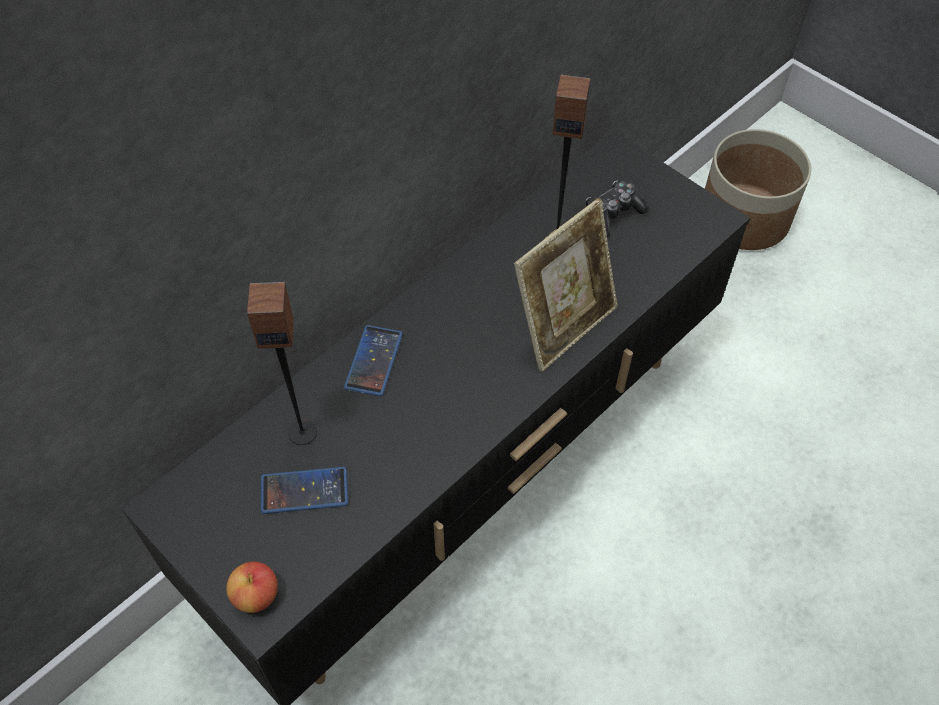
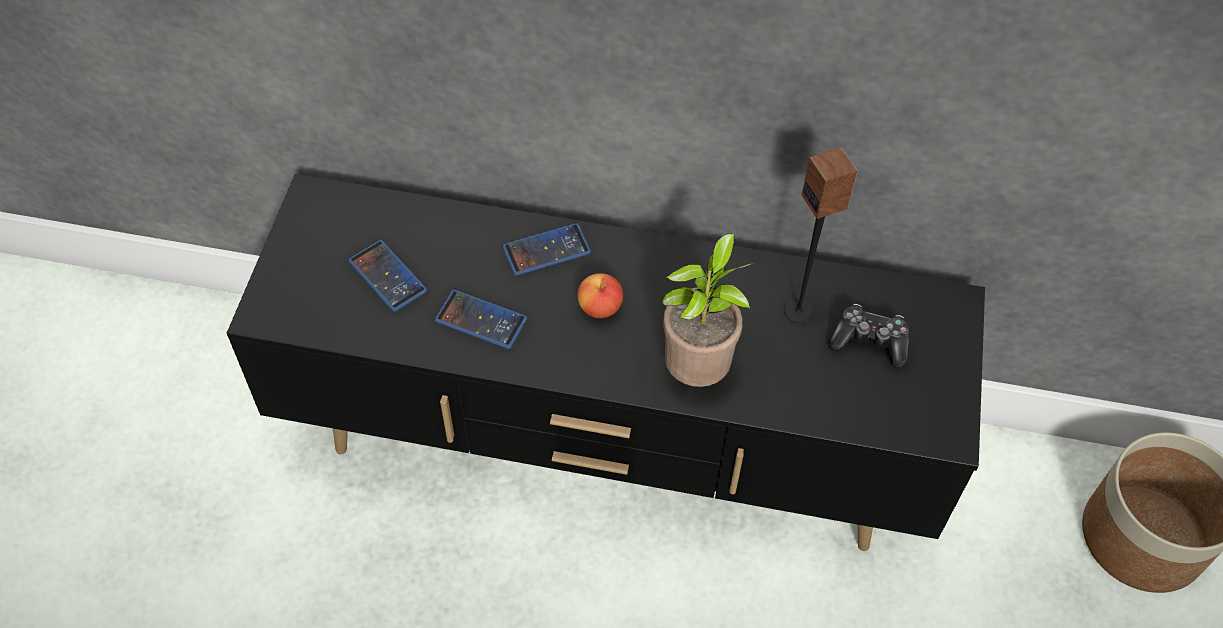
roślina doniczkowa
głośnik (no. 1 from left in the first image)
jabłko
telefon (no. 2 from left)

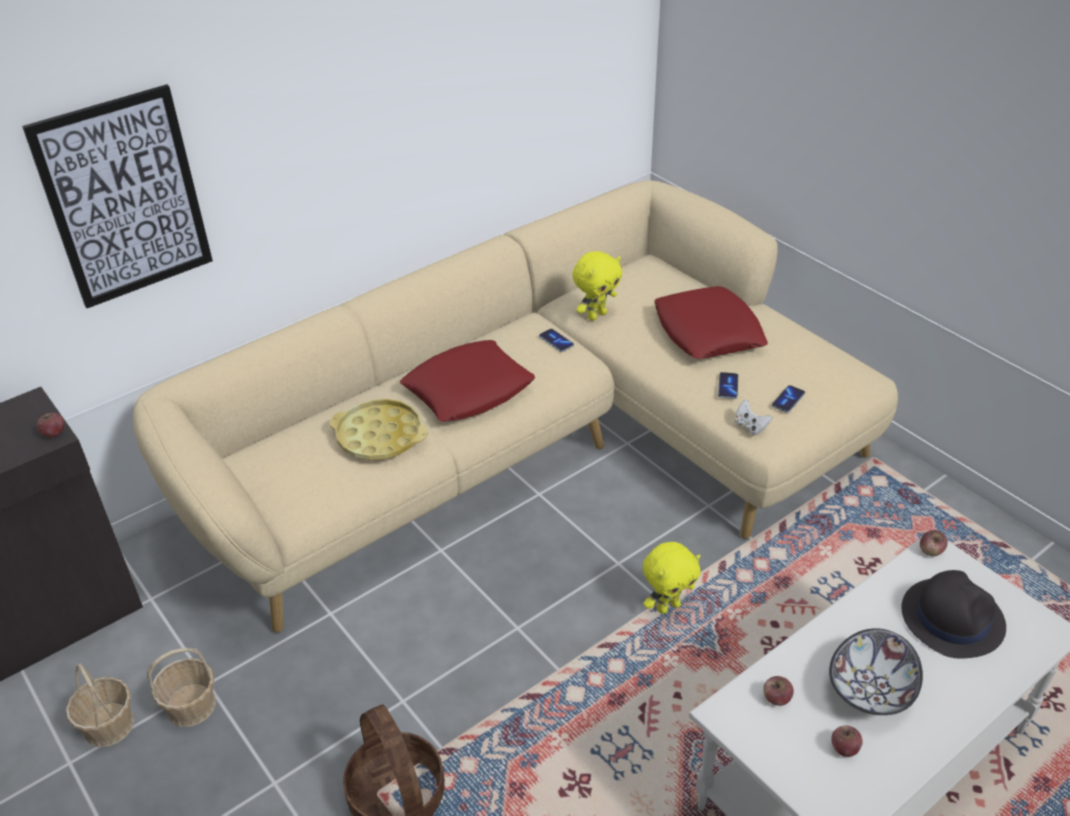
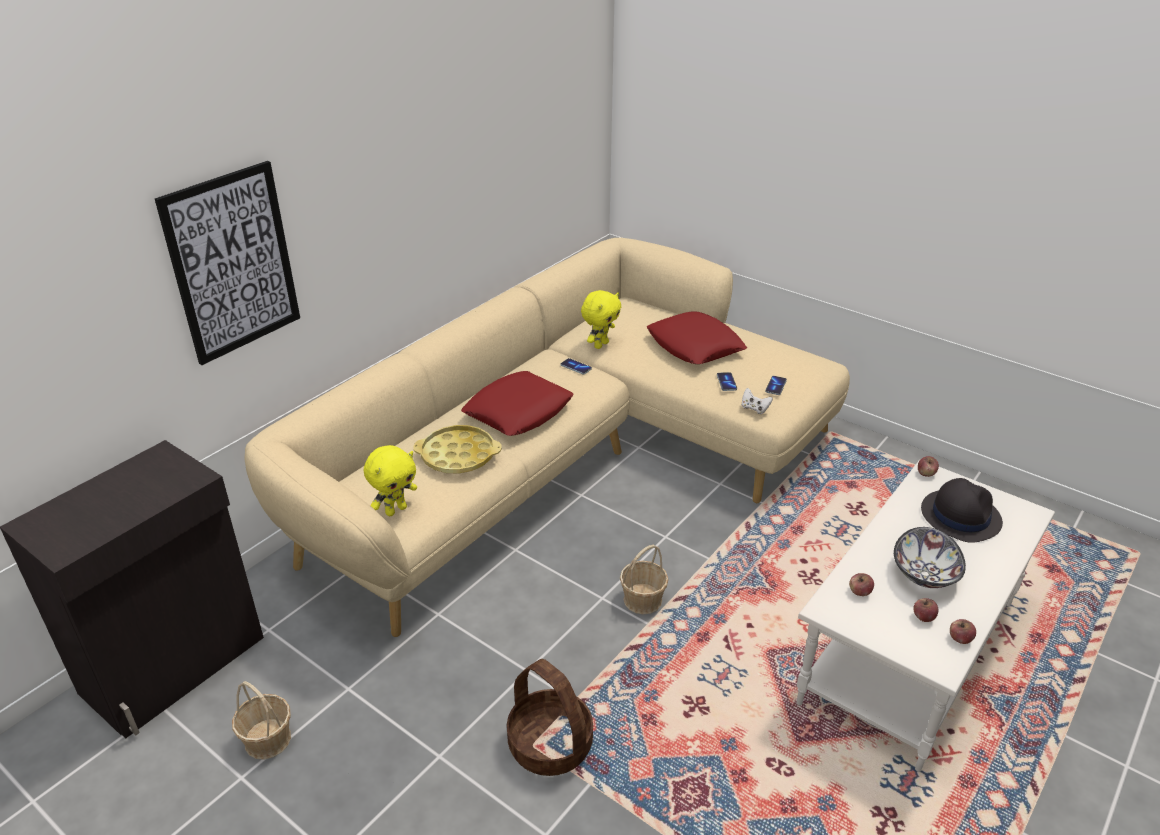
jabłko (no. 4 from left)
pluszak (żółty) (no. 1 from left)
koszyk (no. 3 from left)

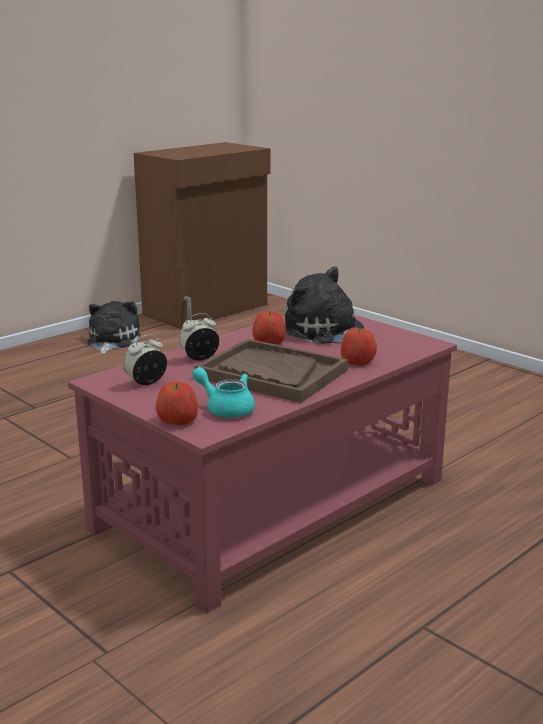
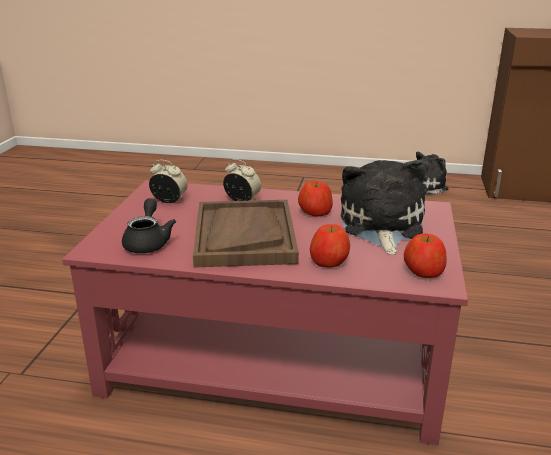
imbryk (czarny)
jabłko (no. 3 from left)

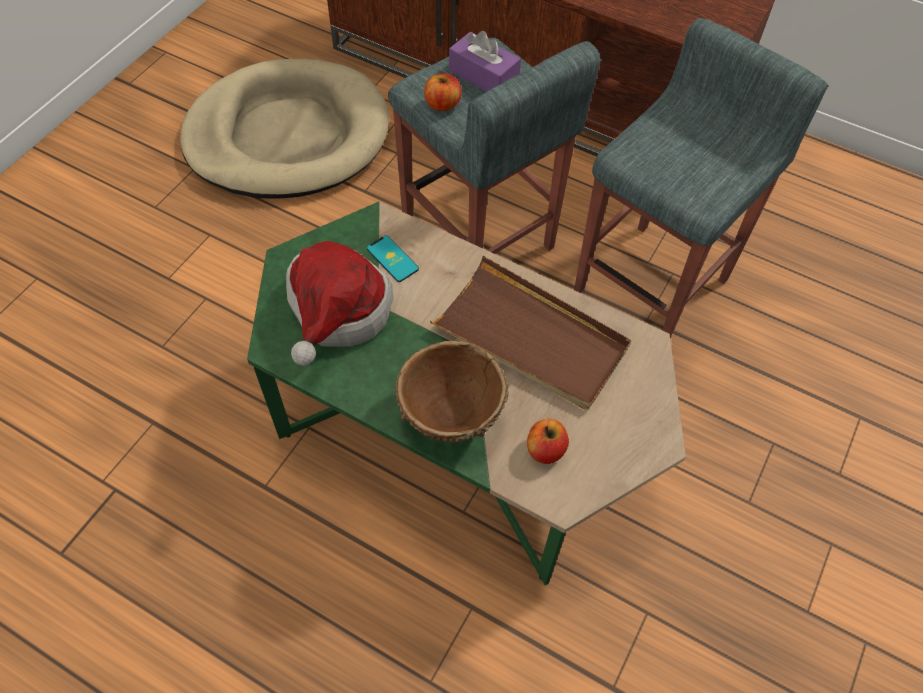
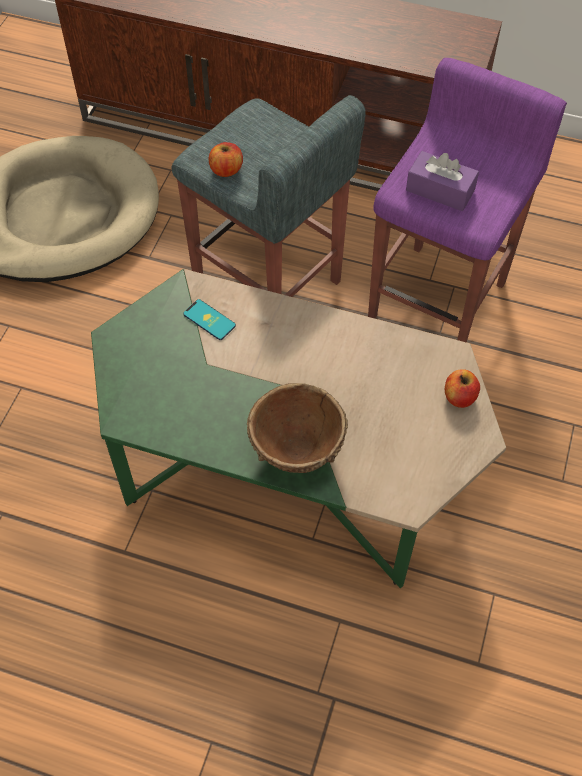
stołek (fioletowy)
pudełko chusteczek (fioletowy)
kapelusz
taca (brązowy)
jabłko (no. 2 from left)

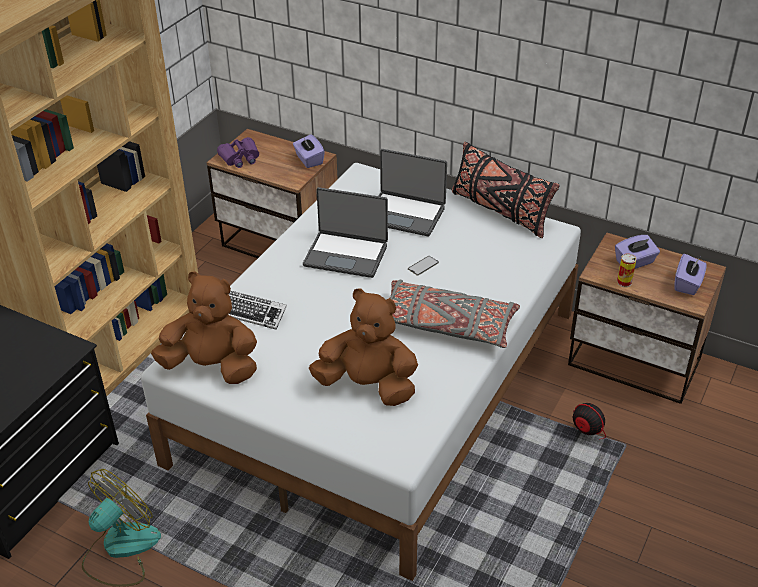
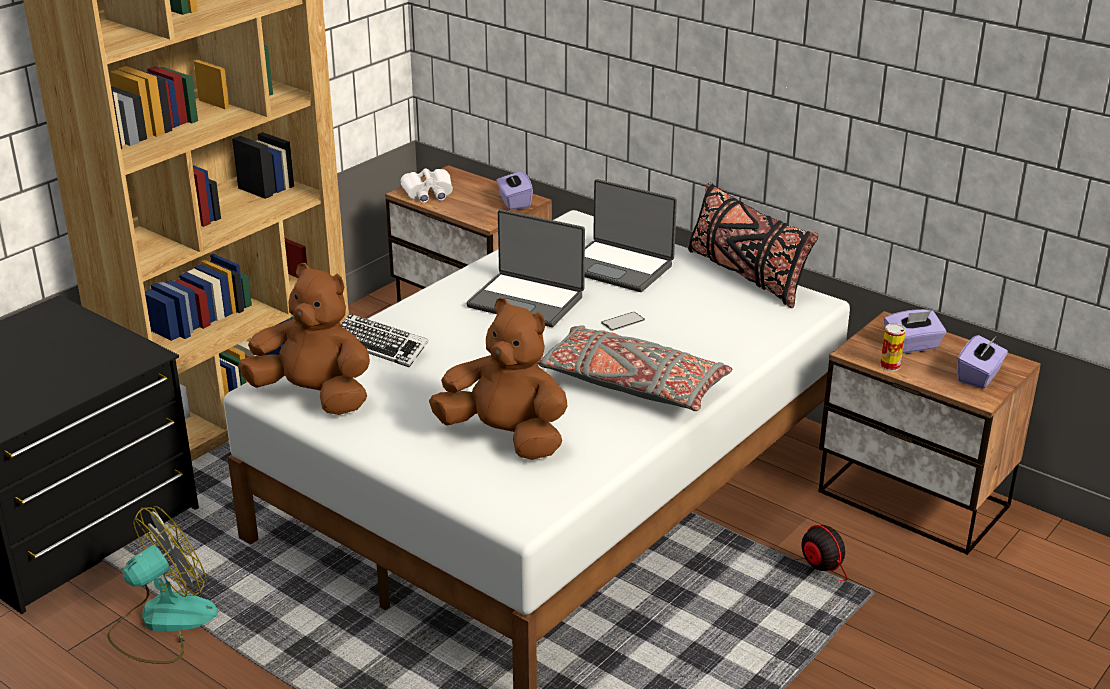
lornetka (biały)

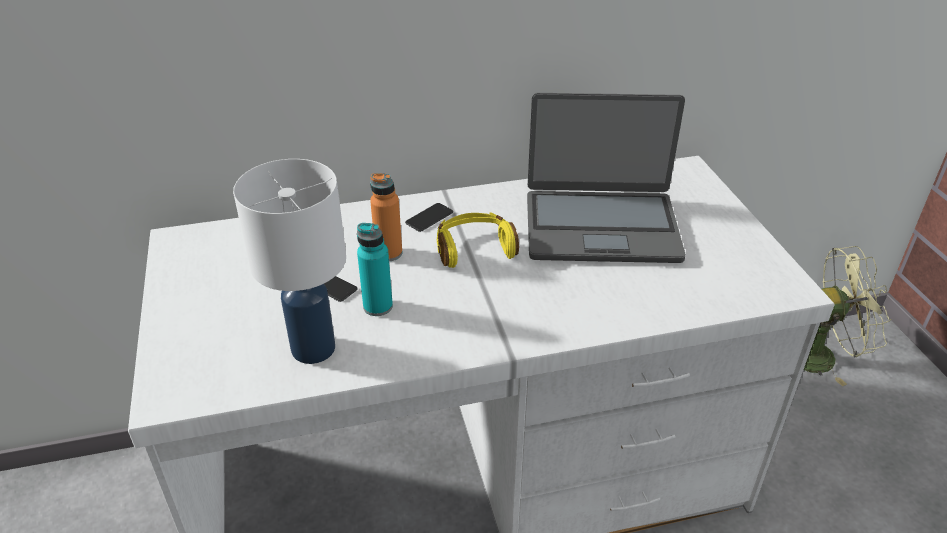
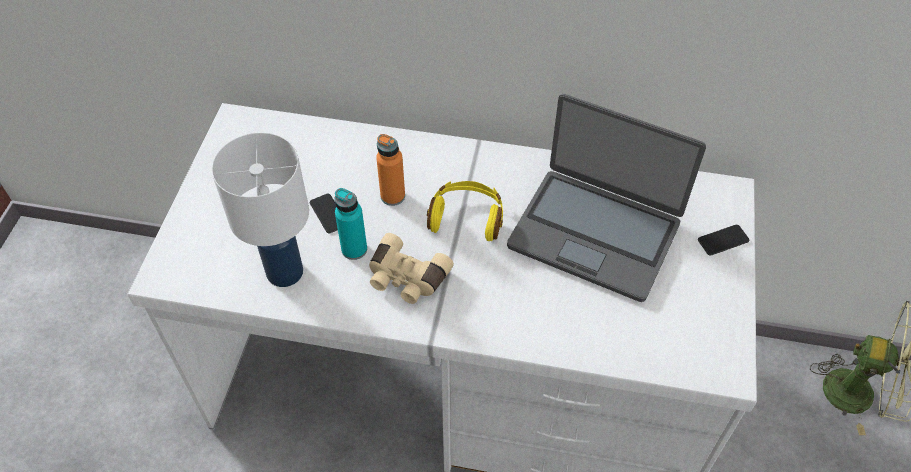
telefon (no. 2 from left)
lornetka (beżowy)

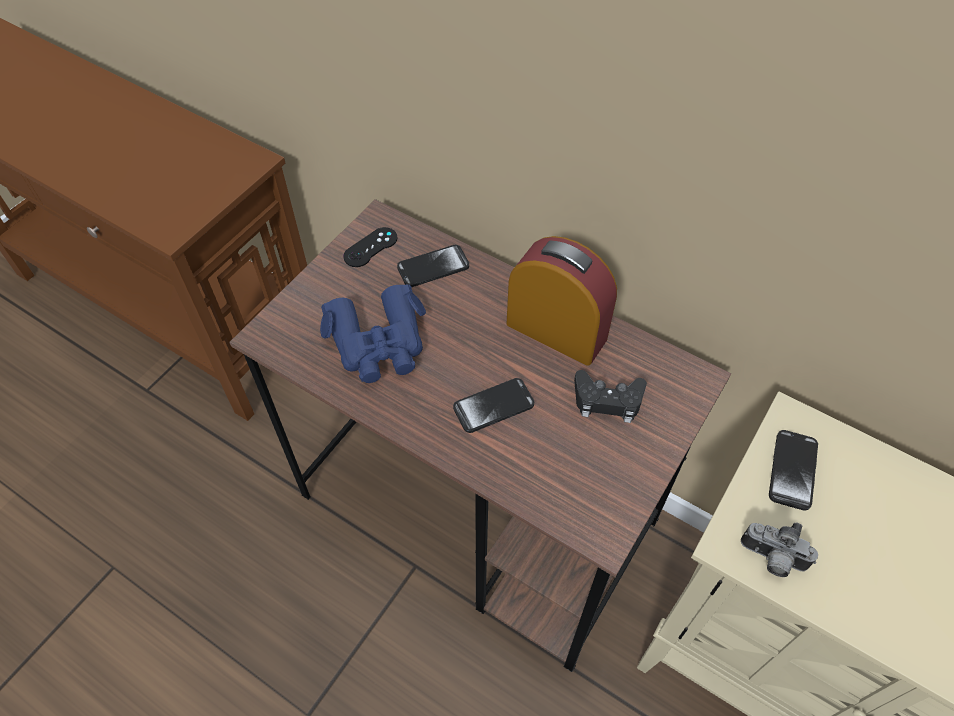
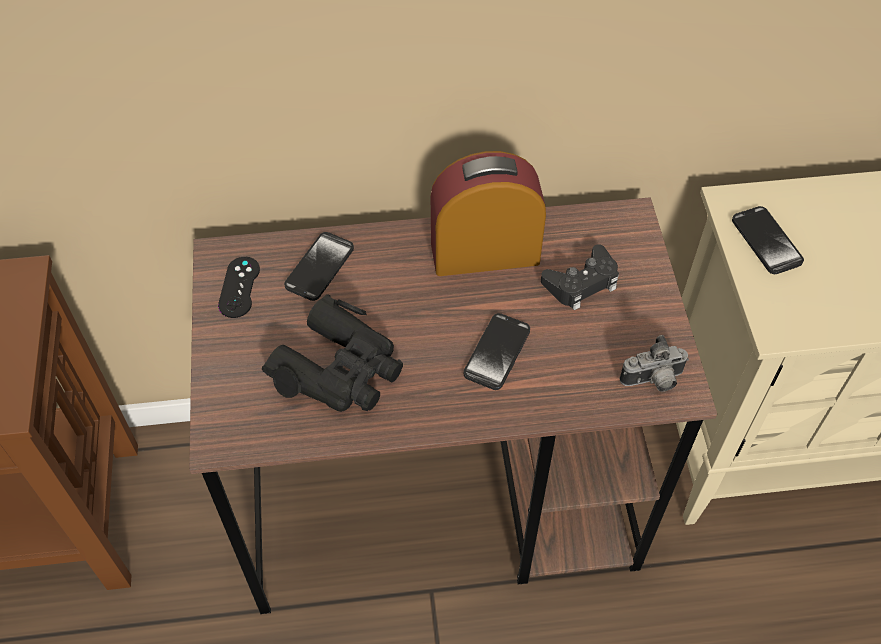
lornetka (czarny)
aparat fotograficzny

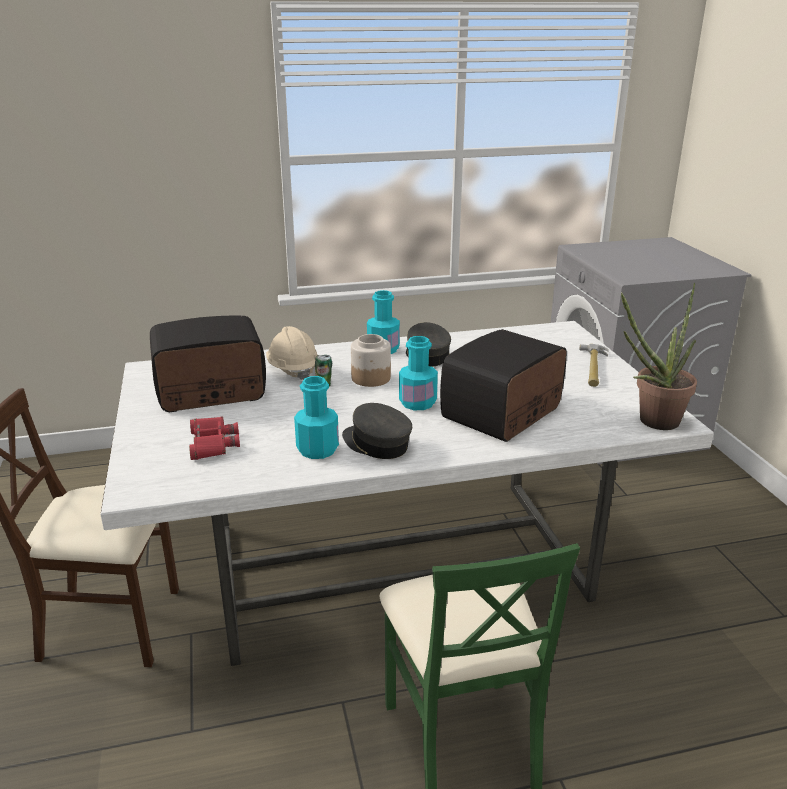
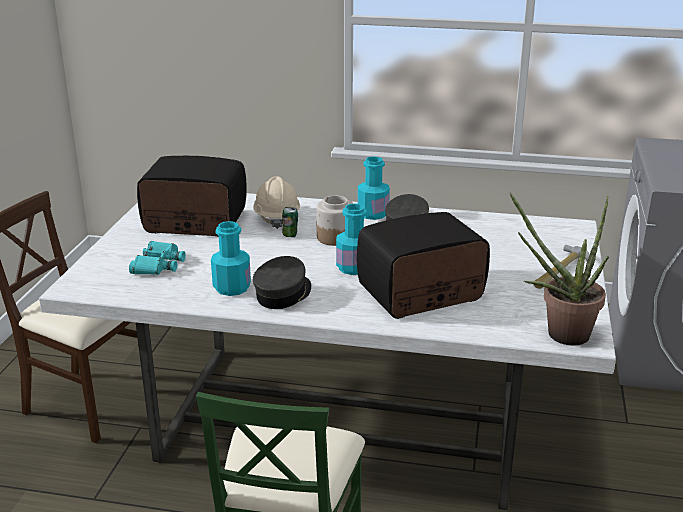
czapka z daszkiem (szary) (no. 1 from left)
lornetka (turkusowy)

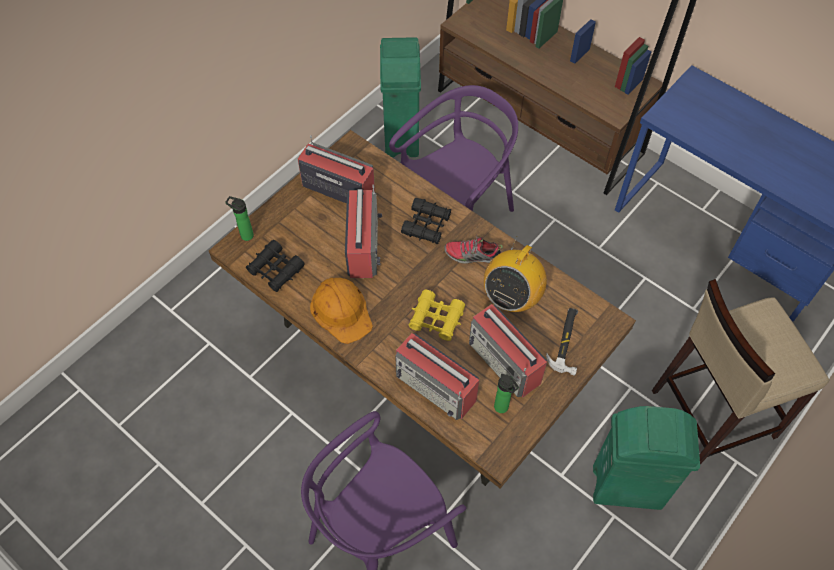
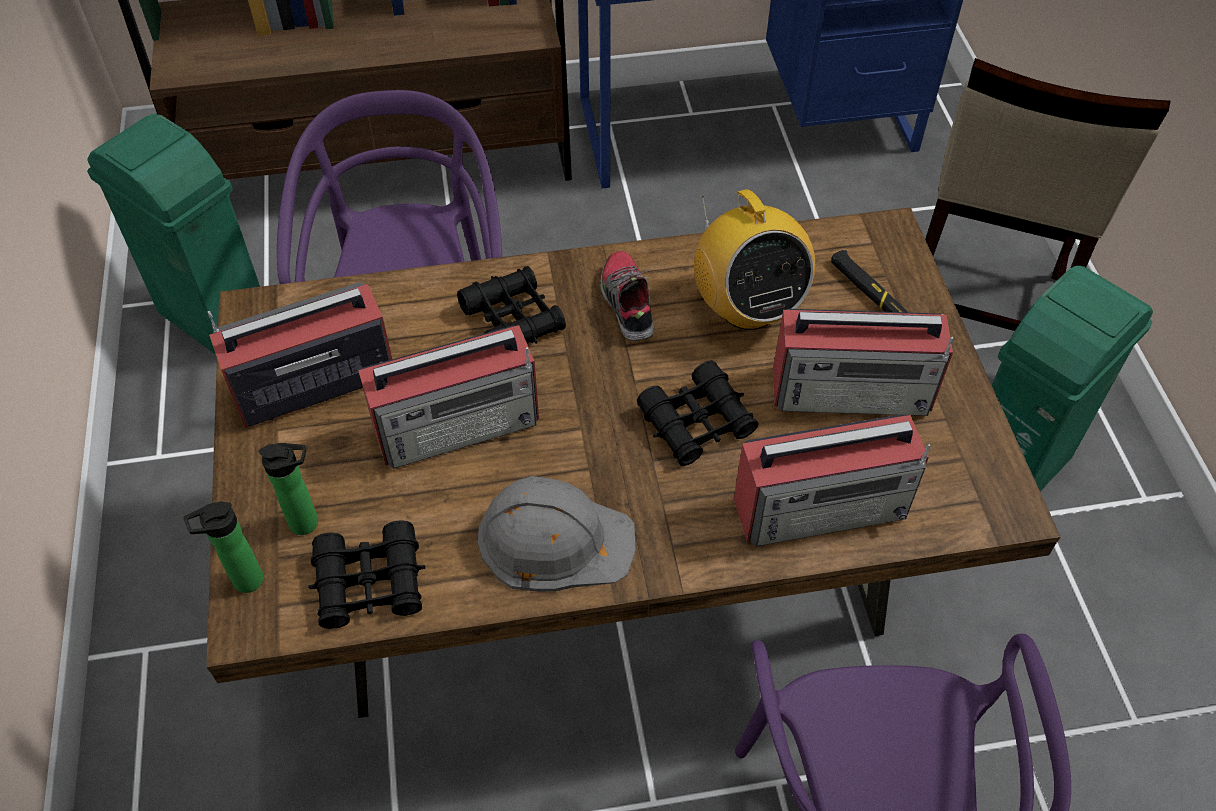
radio (no. 2 from left)
but
kask (szary)
lornetka (czarny) (no. 3 from left)
butelka (no. 2 from left)

